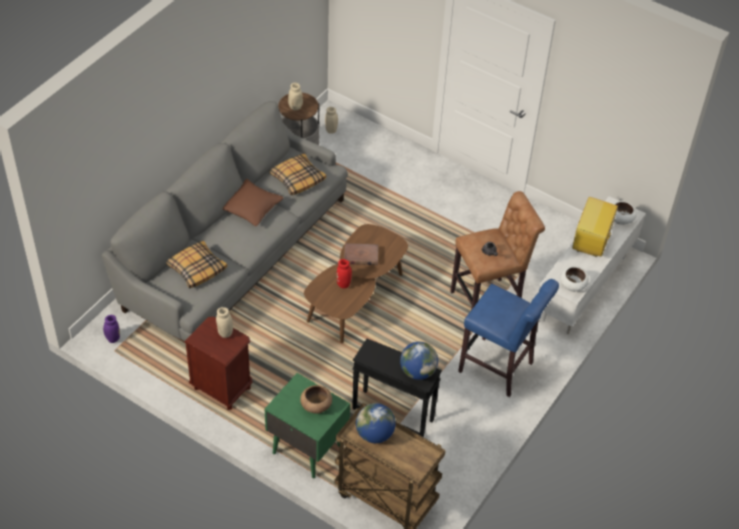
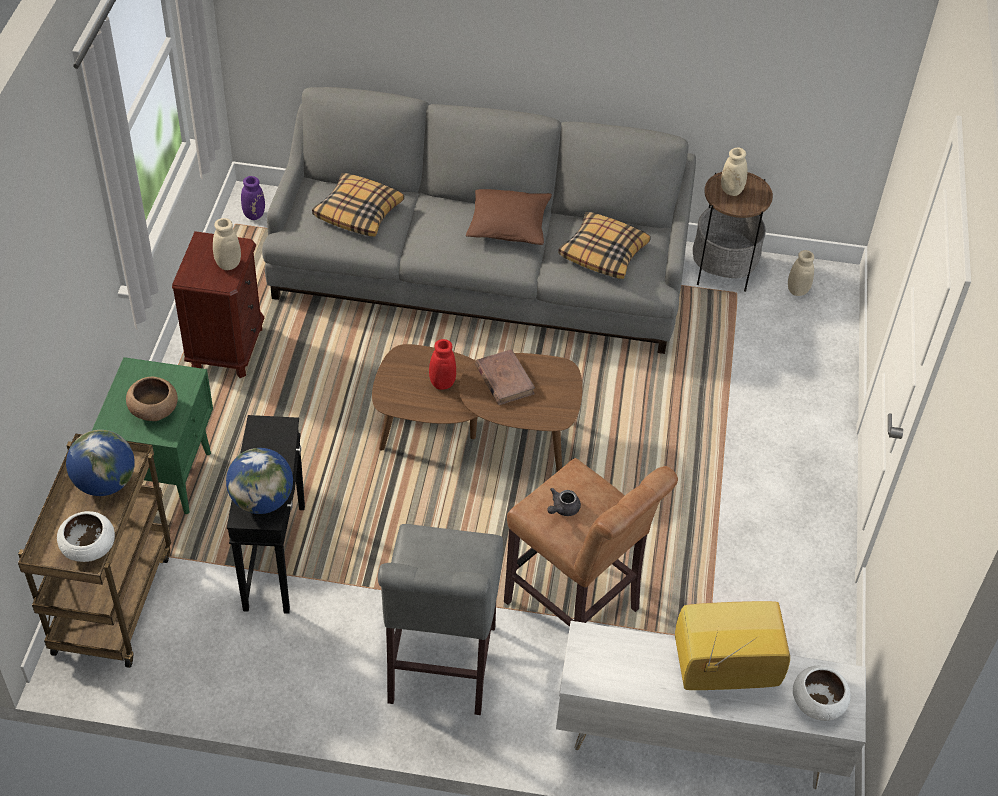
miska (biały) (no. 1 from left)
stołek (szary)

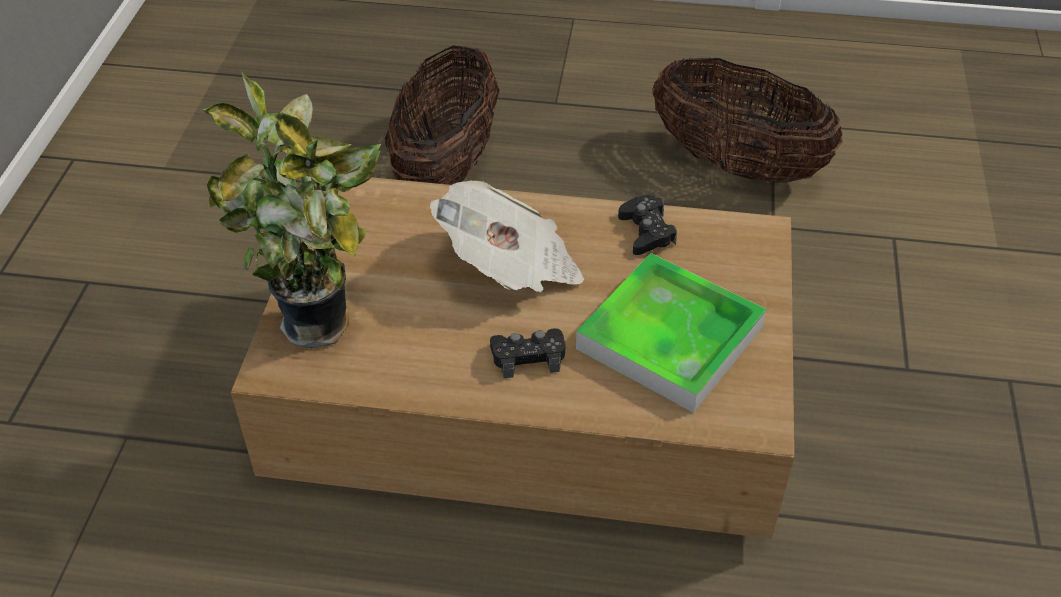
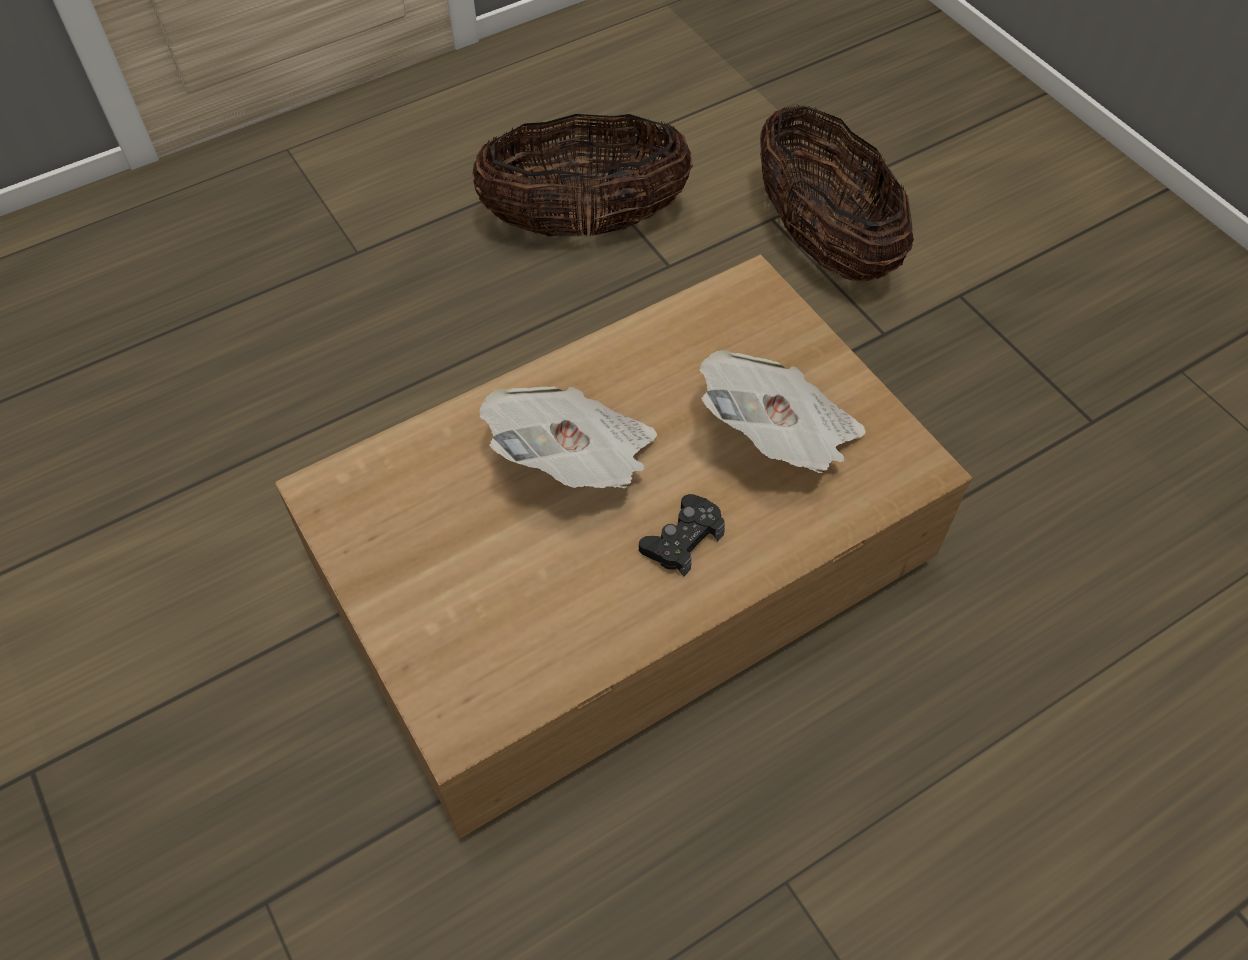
koszyk (no. 2 from left)
roślina doniczkowa
pad do gier (czarny) (no. 2 from left in the first image)
gazeta (no. 2 from left)

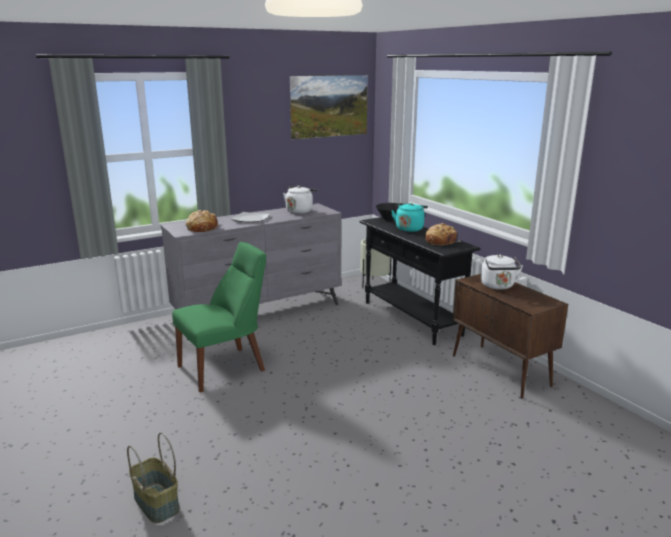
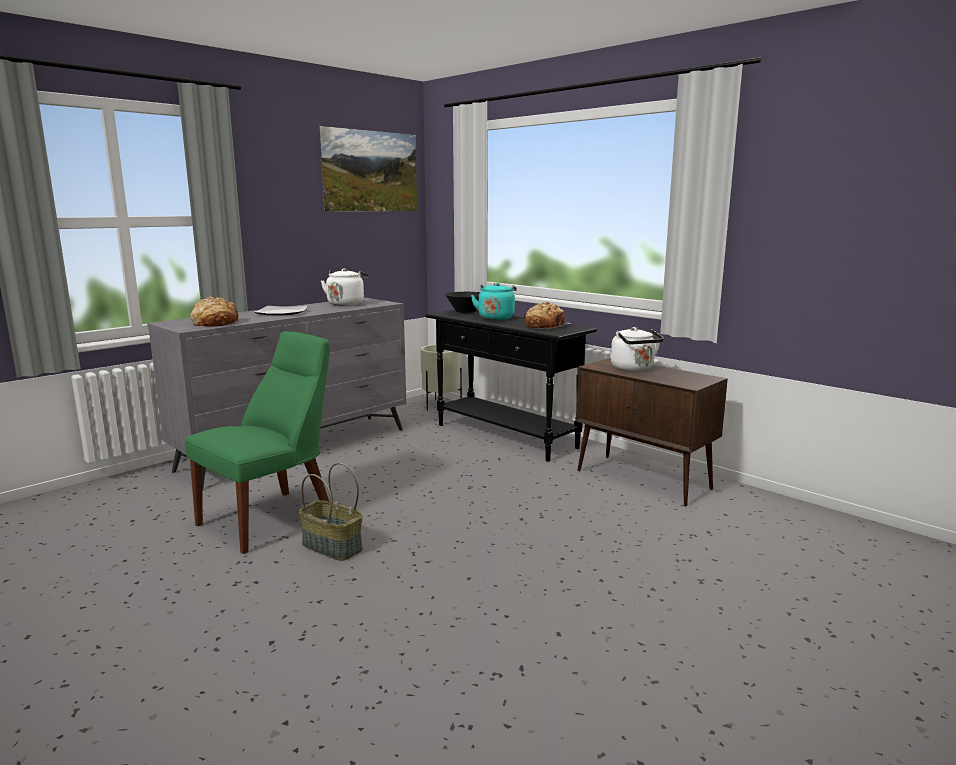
koszyk

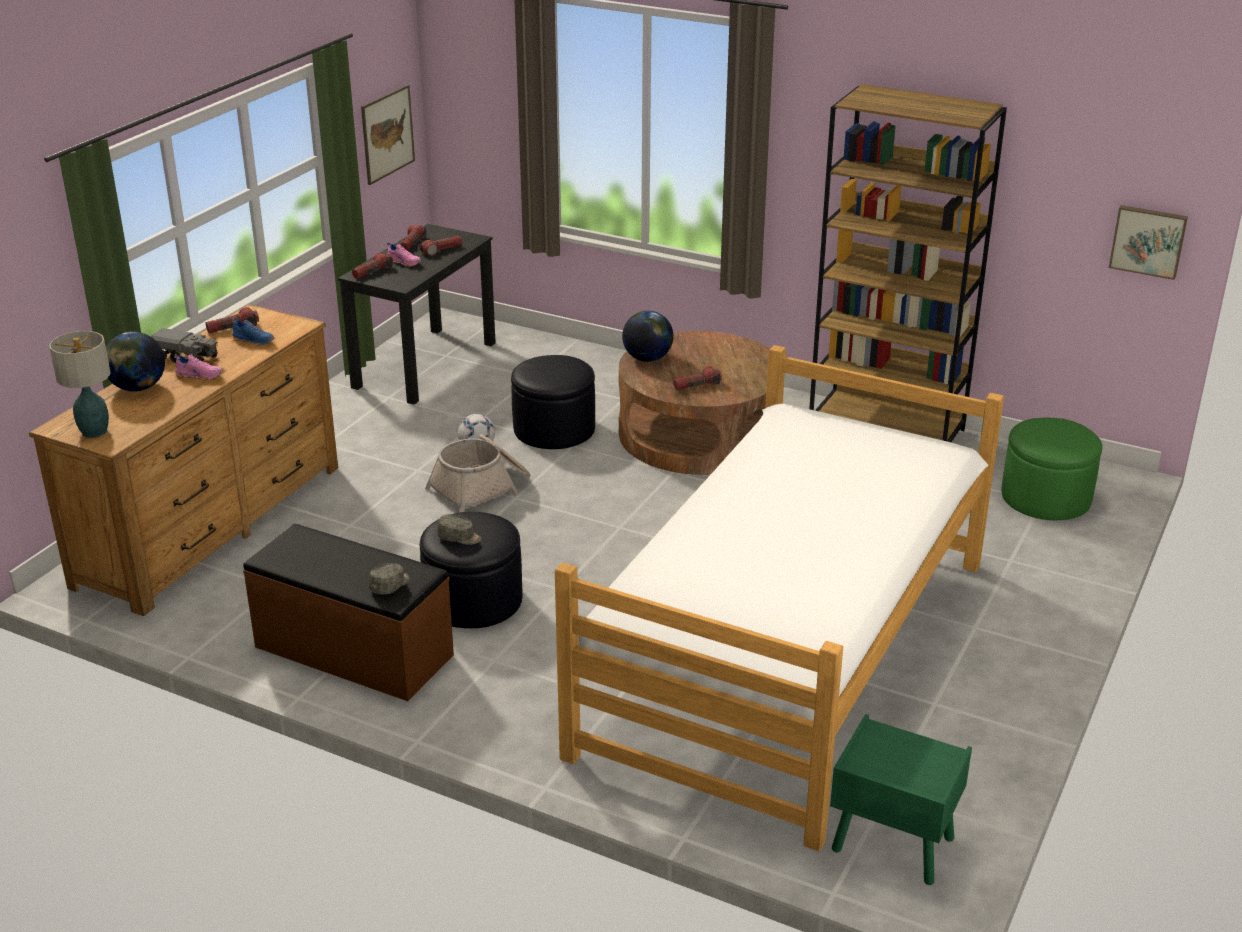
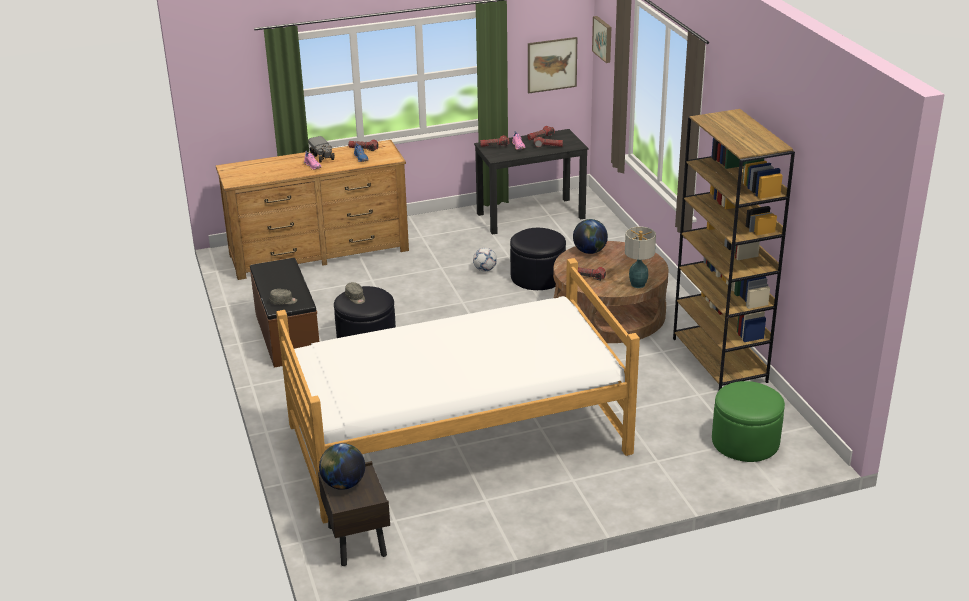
obraz (no. 2 from left)
lampa stołowa
globus (no. 1 from left)
koszyk
szafka nocna (brązowy)

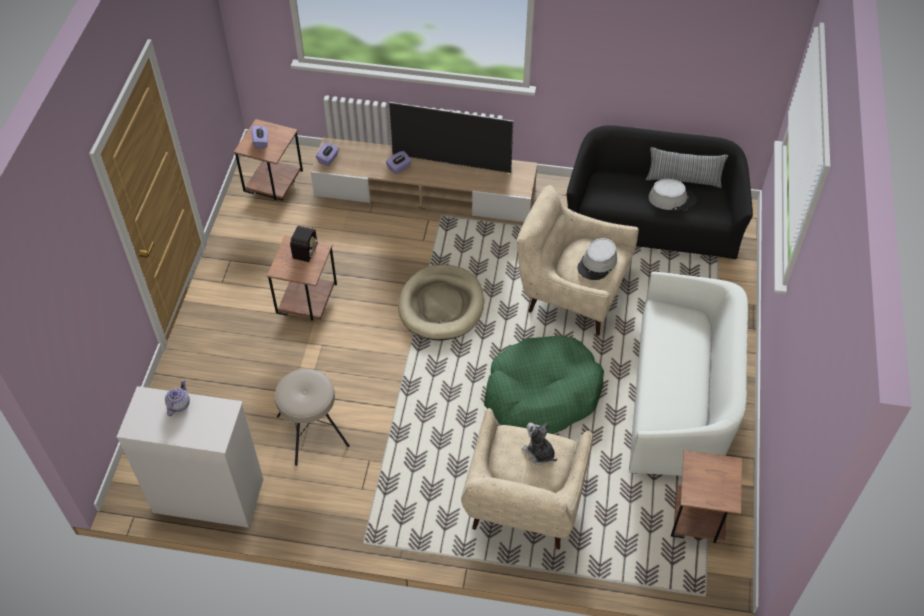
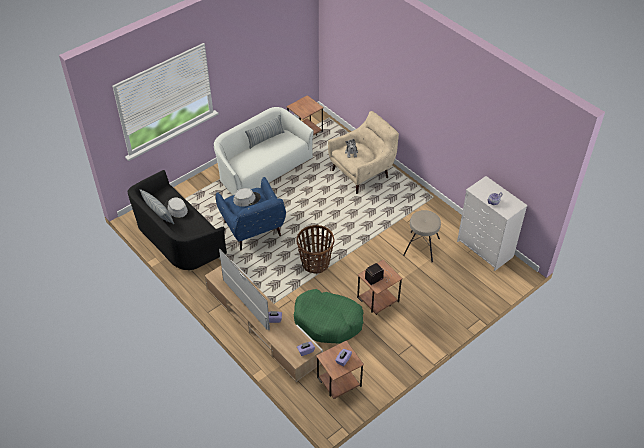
fotel (niebieski)
koszyk
legowisko (zielony)
poduszka (no. 2 from left)

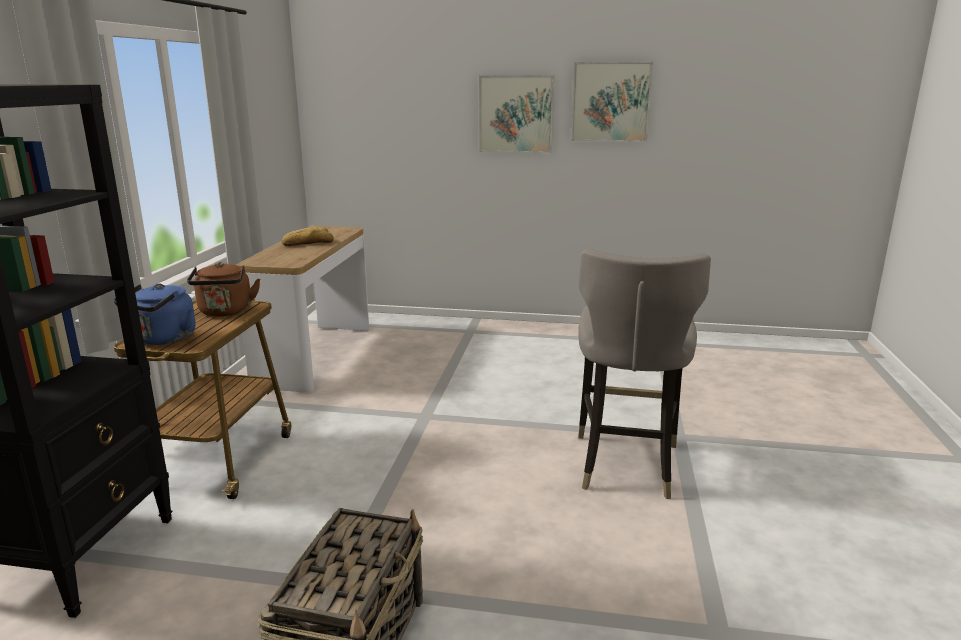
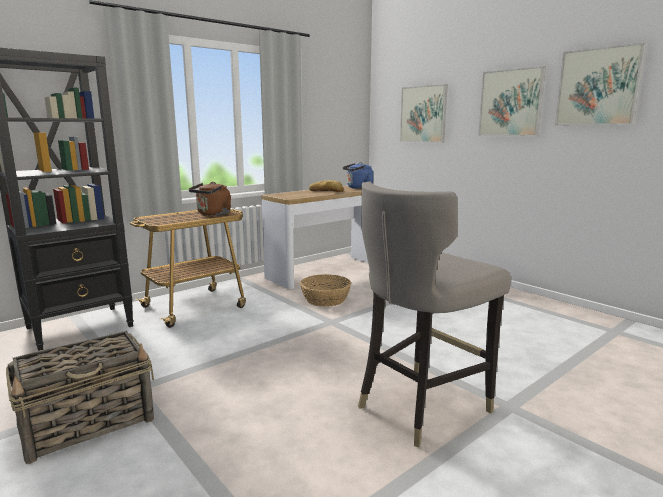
czajnik (niebieski)
obraz (no. 1 from left)
koszyk (no. 2 from left)

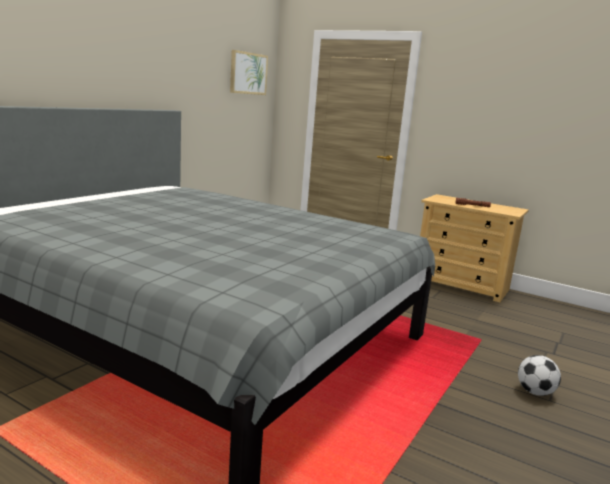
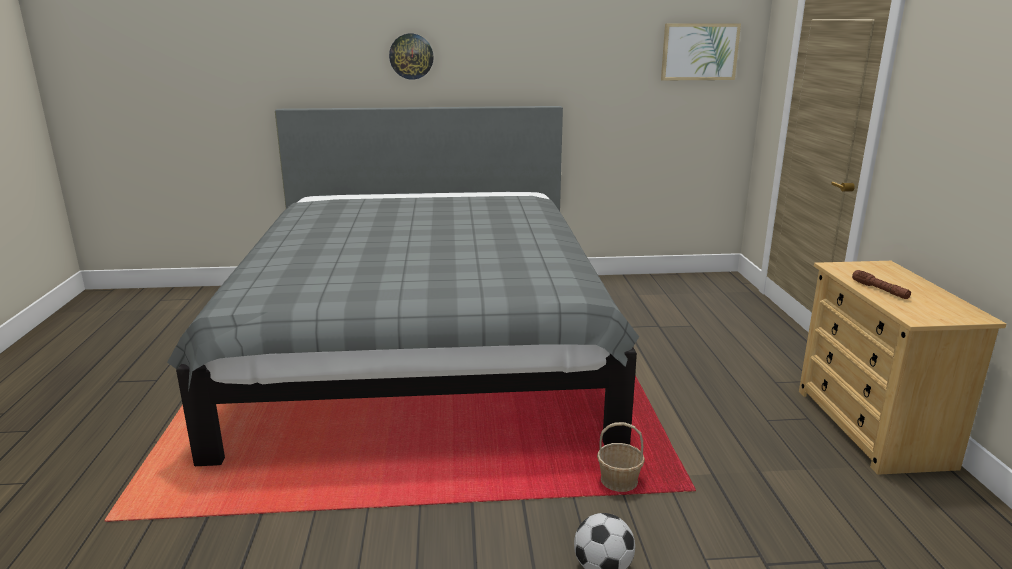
zegar ścienny
koszyk

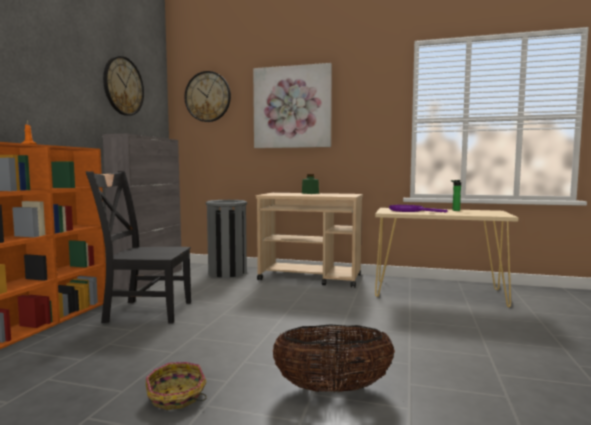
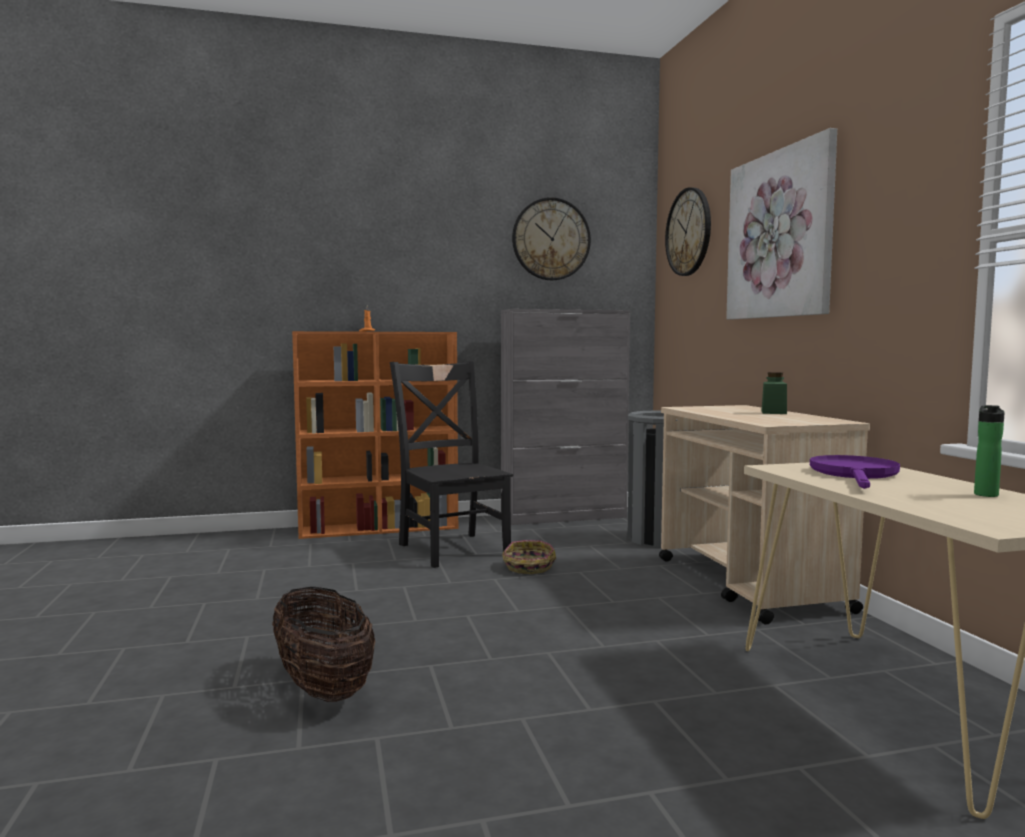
koszyk (no. 2 from left)

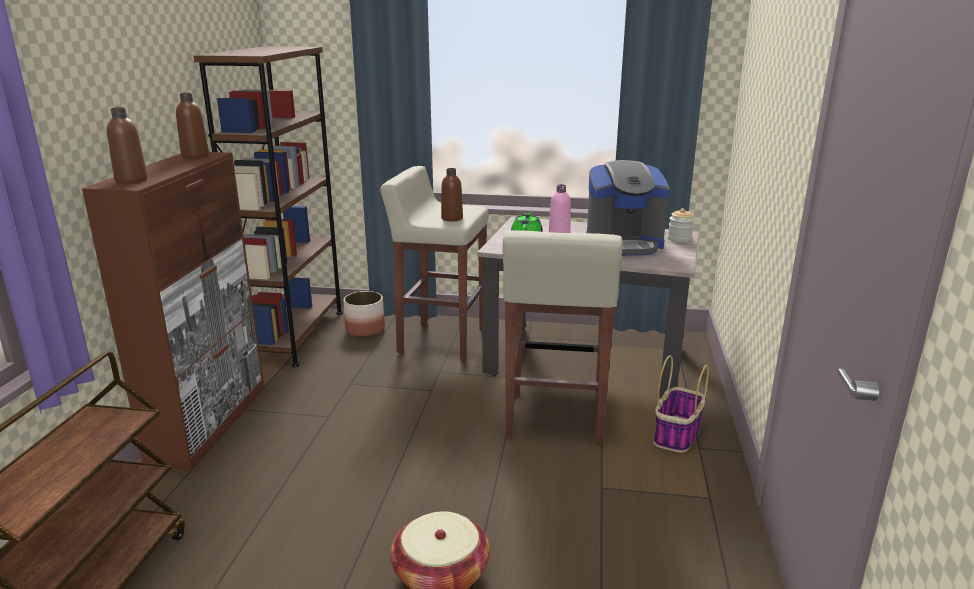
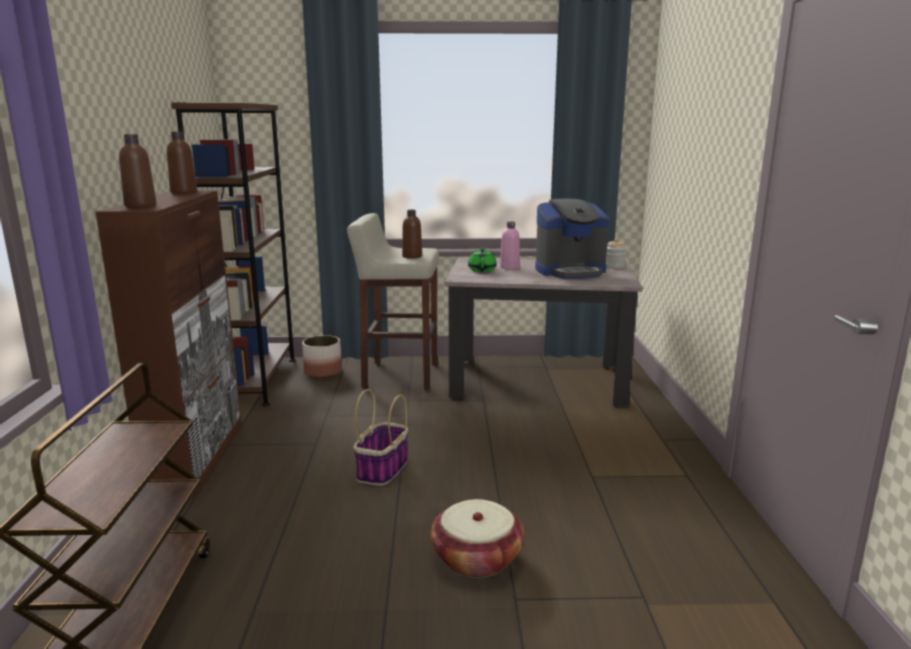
stołek (beżowy) (no. 2 from left in the first image)
koszyk (no. 1 from left)

